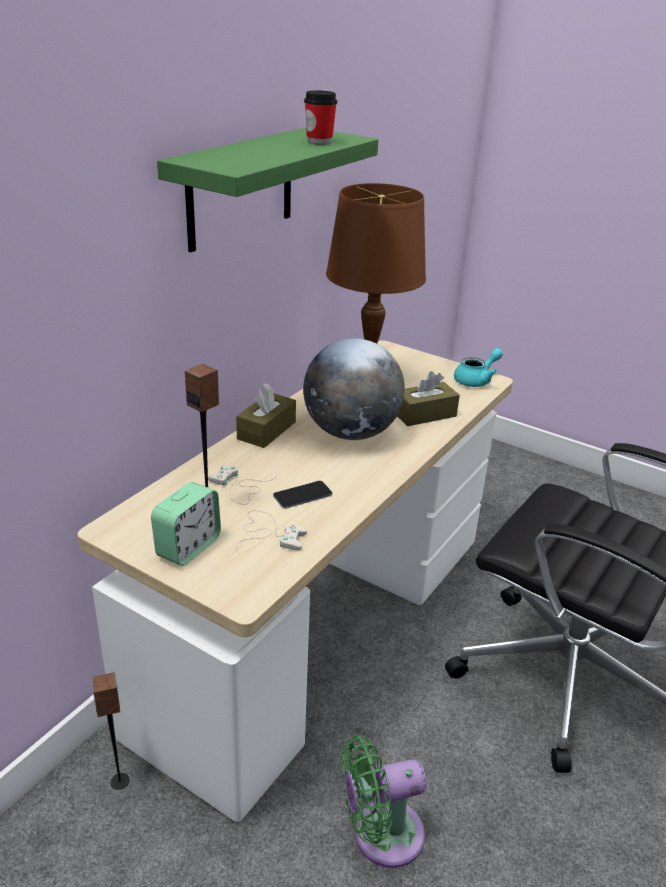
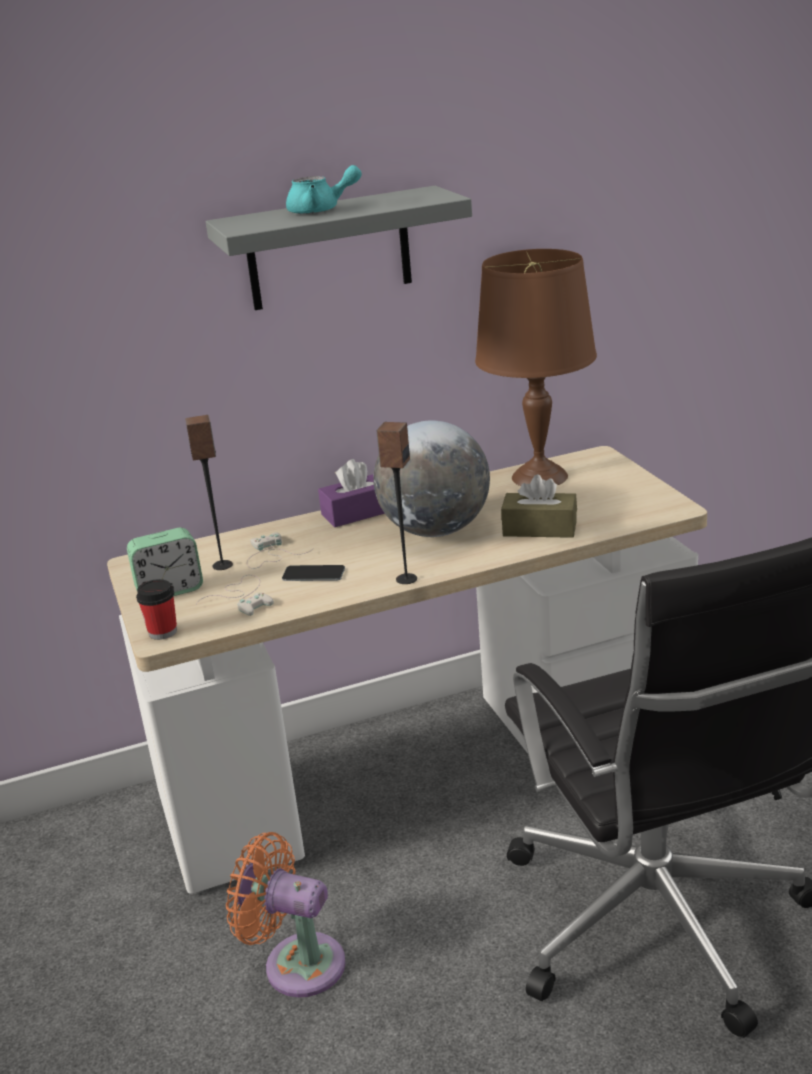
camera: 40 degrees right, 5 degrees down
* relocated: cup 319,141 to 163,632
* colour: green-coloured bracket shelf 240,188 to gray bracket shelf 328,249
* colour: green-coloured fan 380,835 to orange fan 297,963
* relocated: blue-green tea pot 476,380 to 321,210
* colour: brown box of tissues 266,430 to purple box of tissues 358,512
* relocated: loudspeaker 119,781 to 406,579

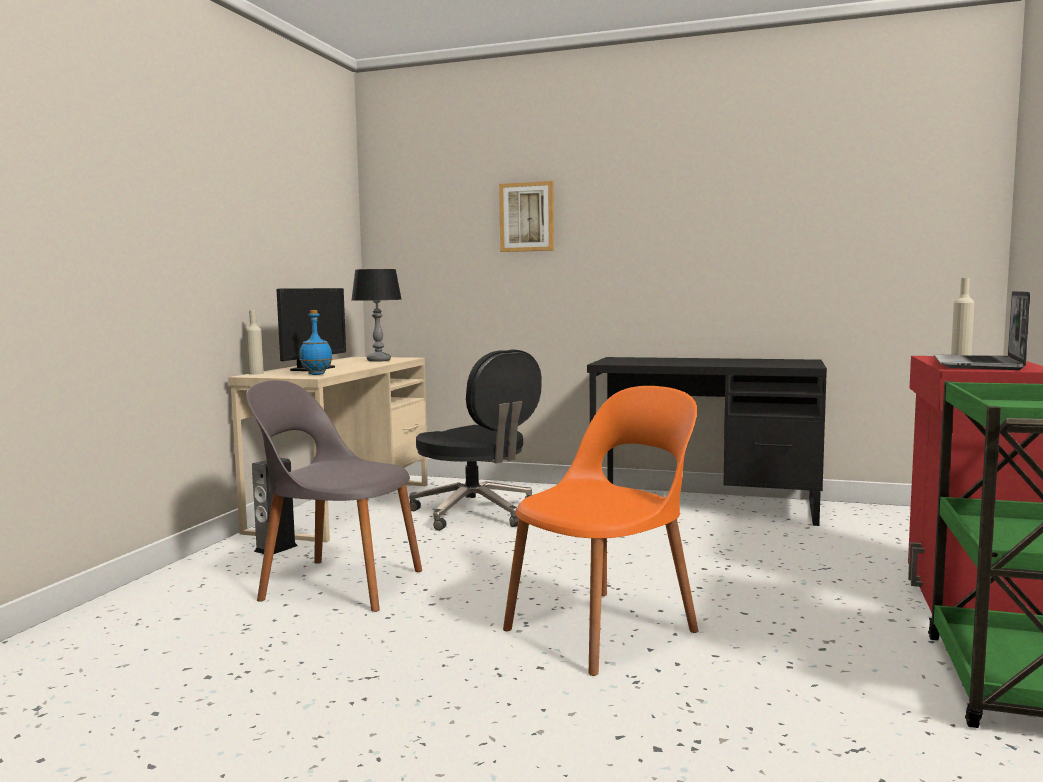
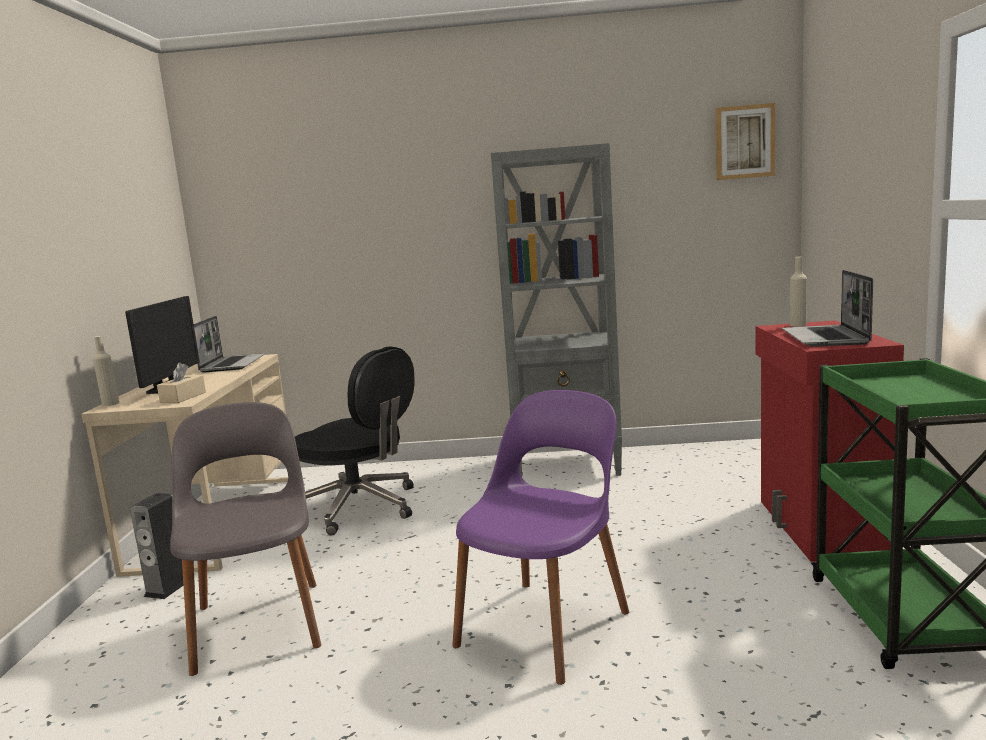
camera: 15 degrees left, 5 degrees up
* exchanged: blue bottle 316,374 to beige-coloured box of tissues 183,397
* spun: gray plain chair 339,584 = 259,623 75 degrees clockwise
* exchanged: lamp for a table 378,360 to portable computer 232,364
* colour: orange plain chair 604,629 to purple plain chair 546,626
* exchanged: blackish desk 704,505 to gray shelving unit 567,465
* relocated: wall picture 527,217 to 744,142

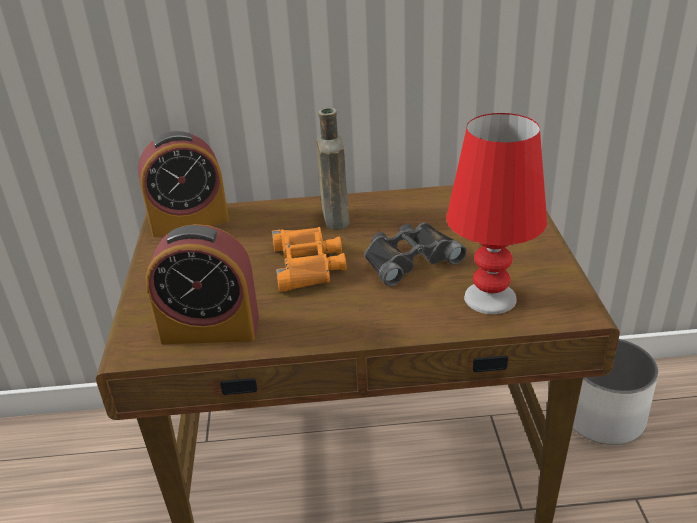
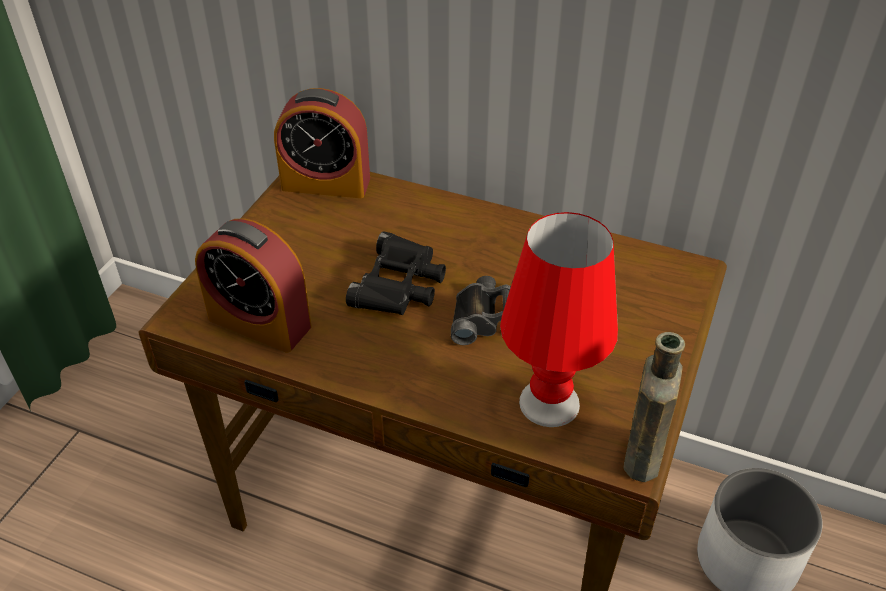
camera: 25 degrees right, 10 degrees up
* colour: orange pair of binoculars 308,265 to blackish pair of binoculars 400,284
* relocated: brown bottle 334,217 to 643,453

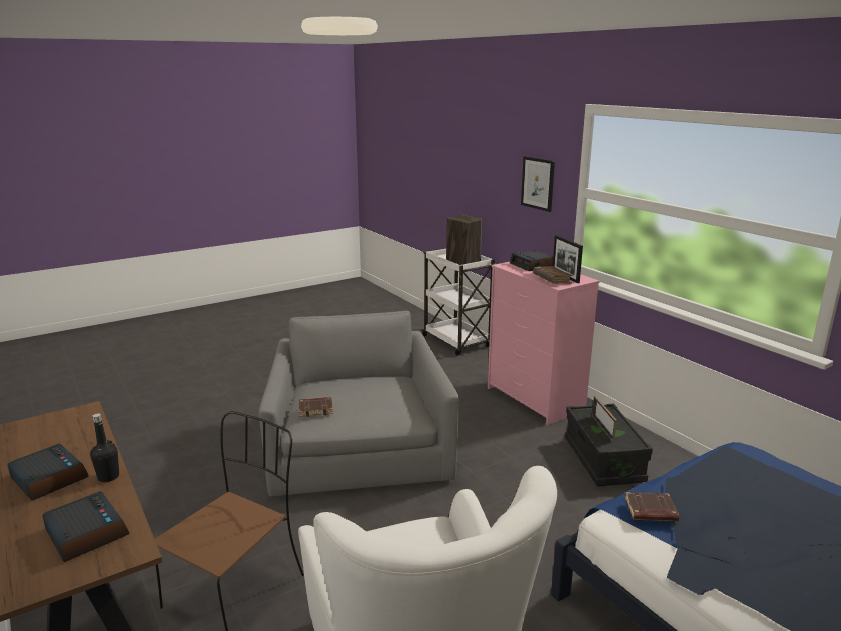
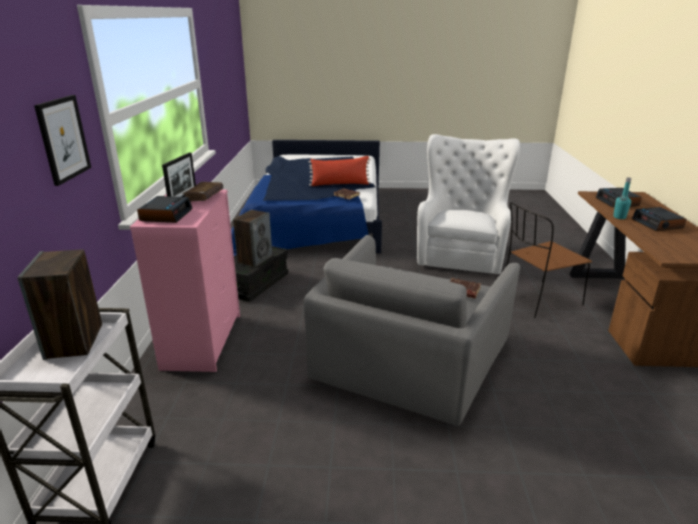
camera: 145 degrees left, 5 degrees up
* exchanged: picture frame 602,428 to loudspeaker 255,259
* appeared: reddish cushion 340,184
* colour: blackish bottle 108,477 to blue-green bottle 619,217

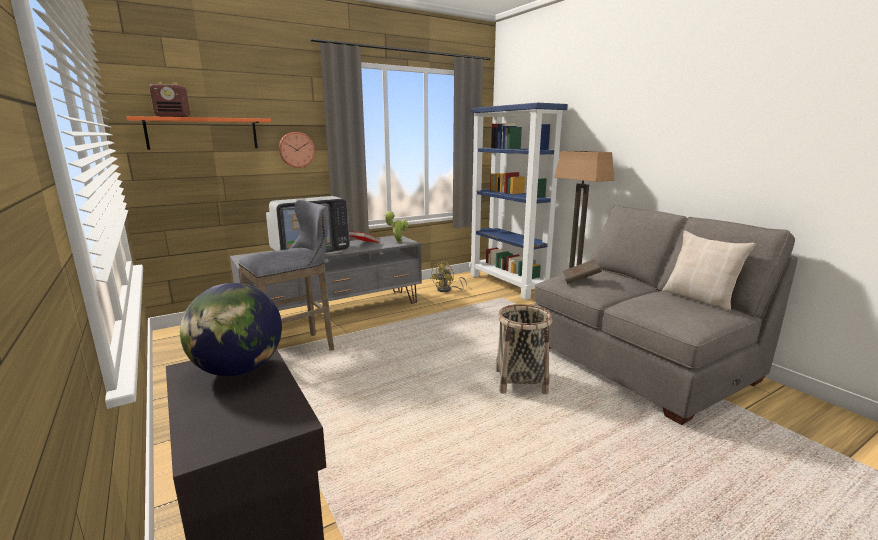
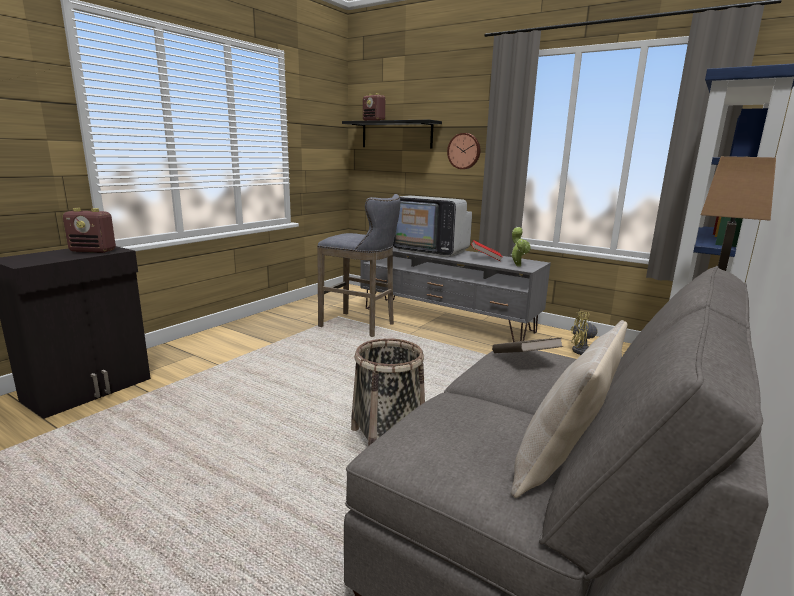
camera: 65 degrees right, 0 degrees up
* exchanged: world globe 239,370 to radio 93,251
* colour: orange bracket shelf 203,133 to blackish bracket shelf 396,134

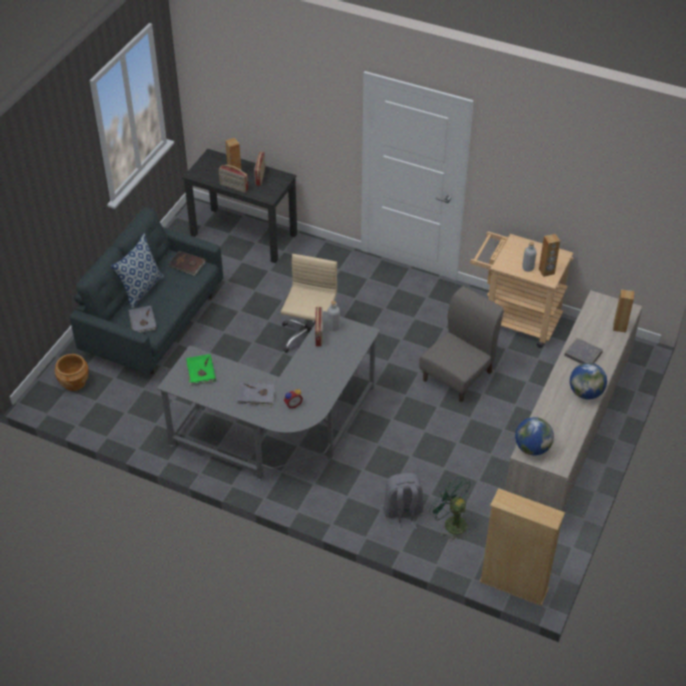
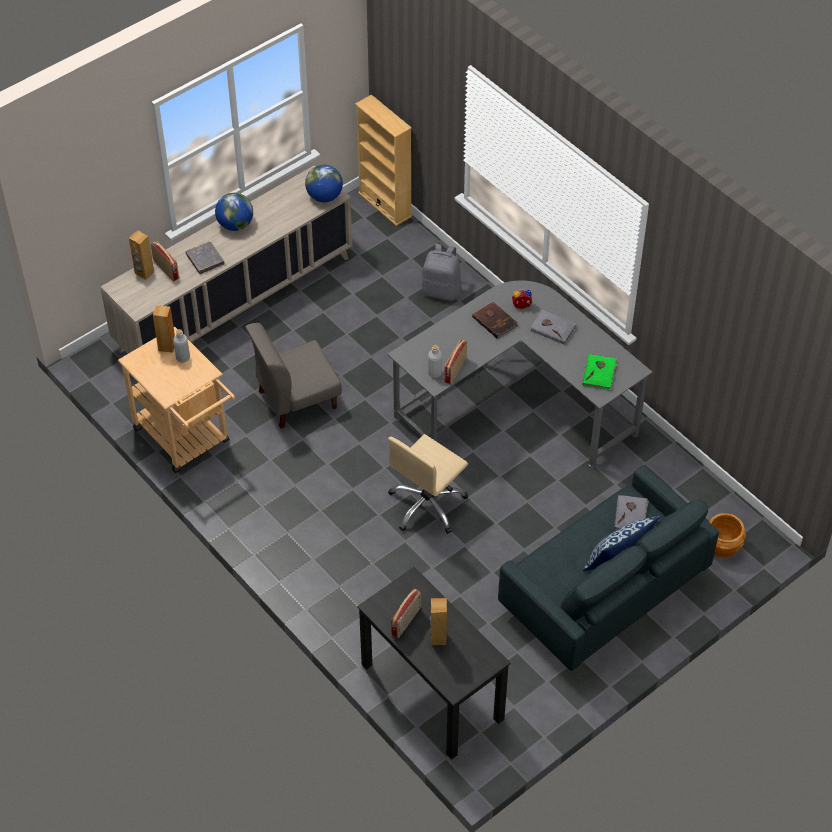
camera: 155 degrees left, 5 degrees up
* relocated: radio 233,187 to 166,269
* relocated: brown volume 187,264 to 495,320
* missing: green-coloured fan 450,523

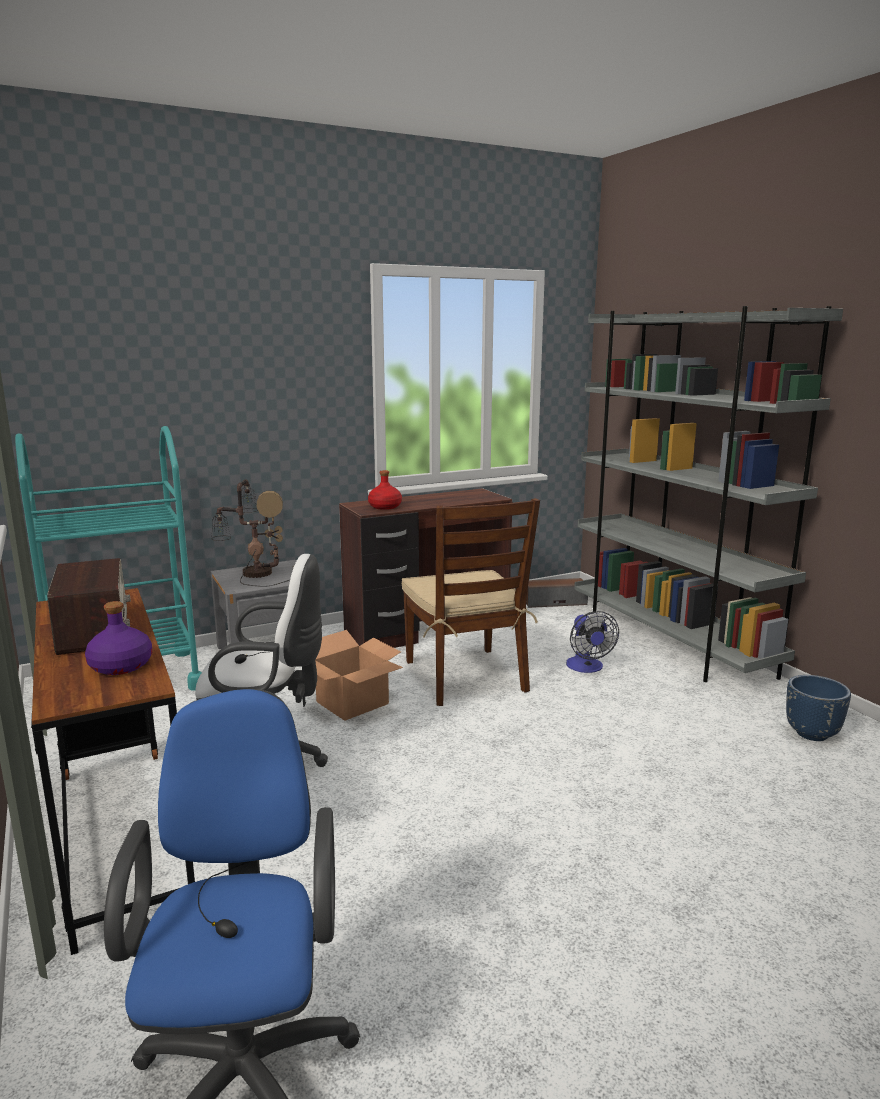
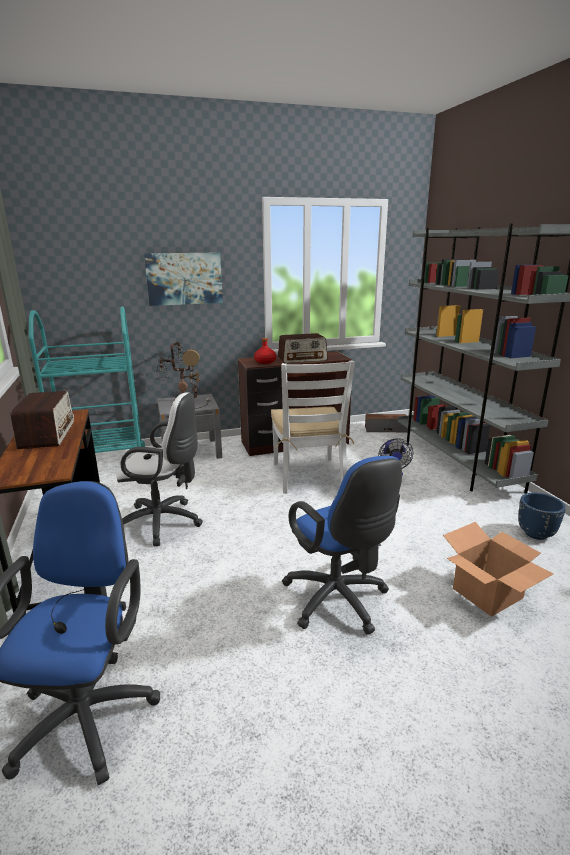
camera: 10 degrees right, 5 degrees up
* appeared: wall picture 184,278
* colour: brown plain chair 466,676 to whitish plain chair 308,475
* appeared: radio 302,359
* appeared: blue computer chair 339,602
* relocated: packing box 353,702 to 487,592
* missing: purple bottle 120,666

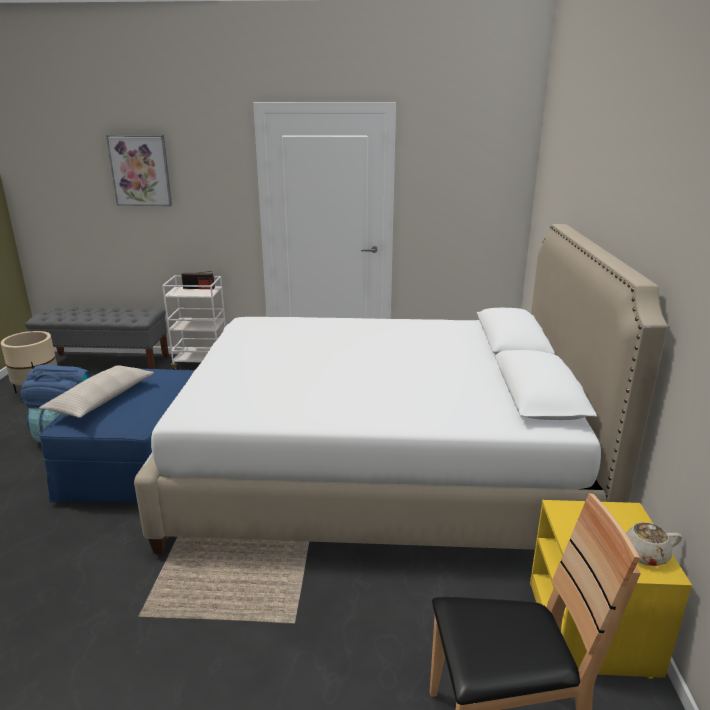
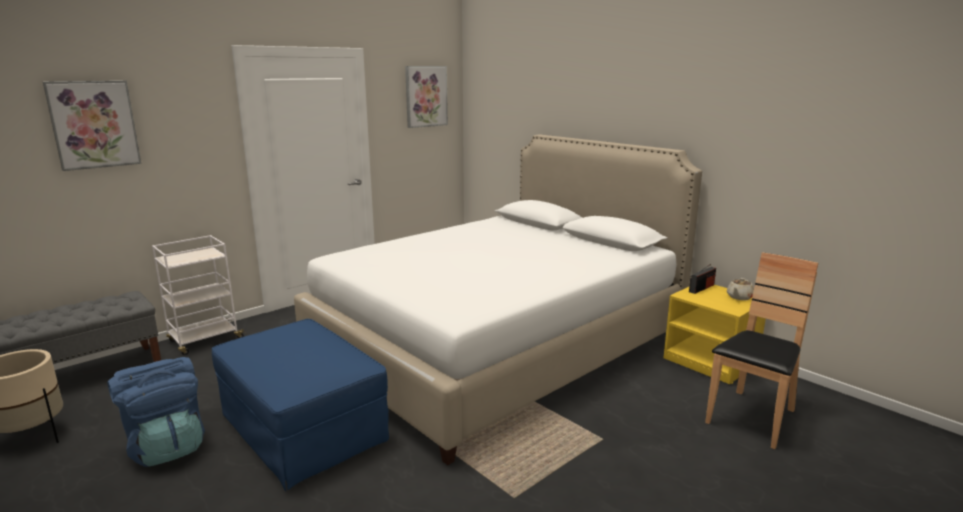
camera: 45 degrees left, 5 degrees down
* appeared: wall picture 426,96
* relocated: radio 199,288 to 701,288
* missing: beige-coloured cushion 102,400

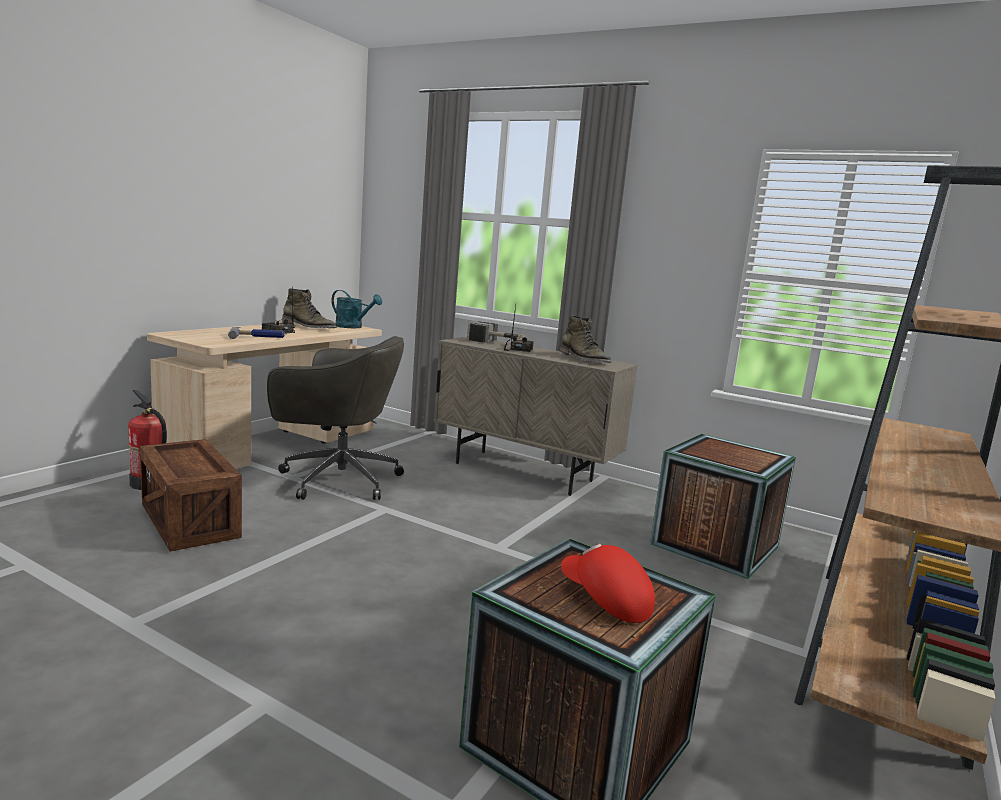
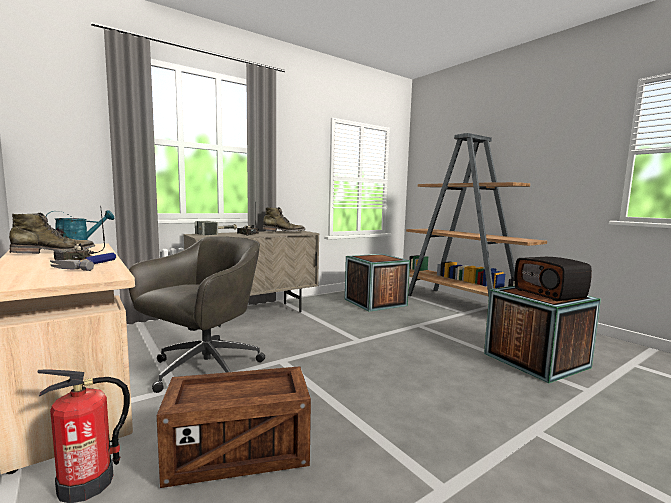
camera: 65 degrees left, 5 degrees down
* exchanged: reddish cap 605,601 to radio 550,293

